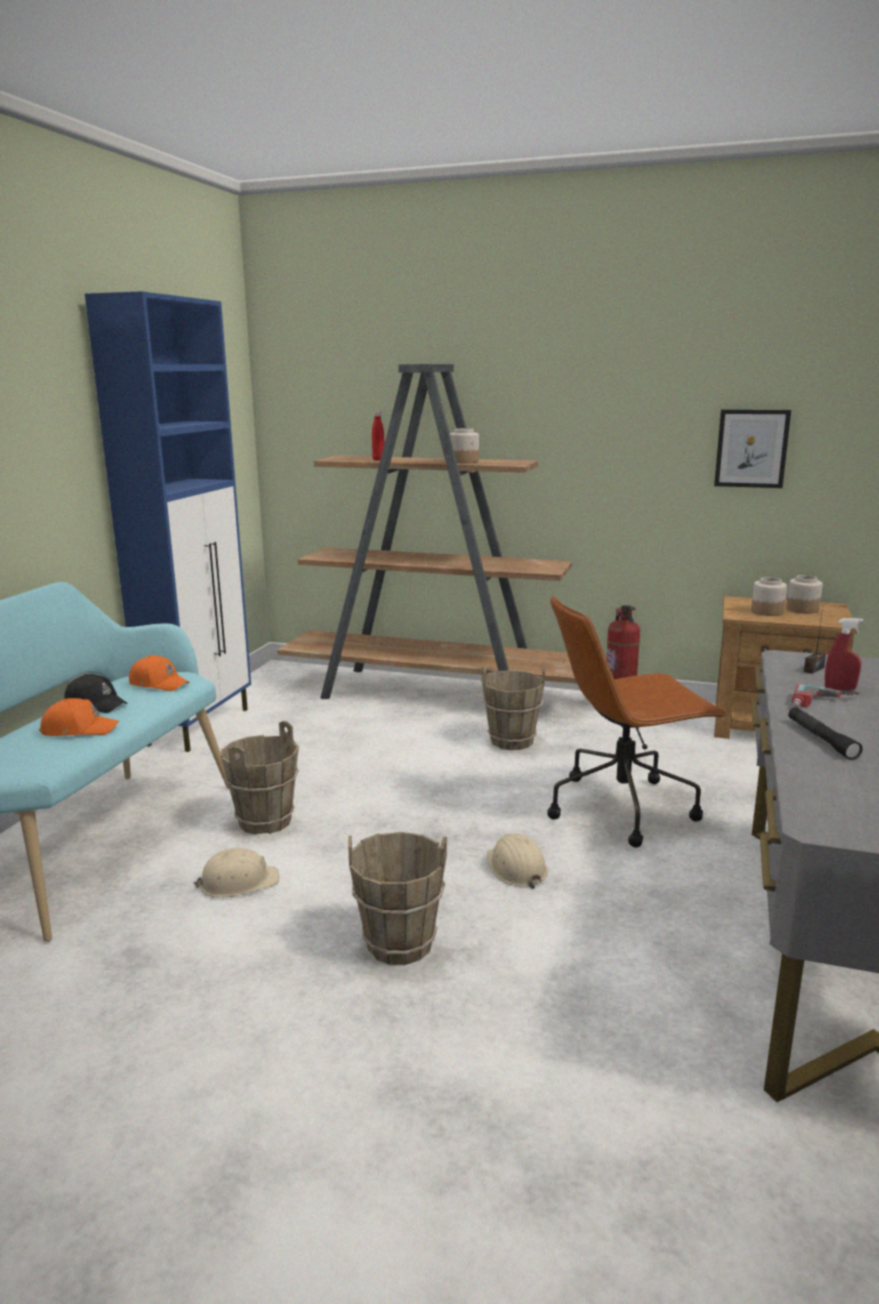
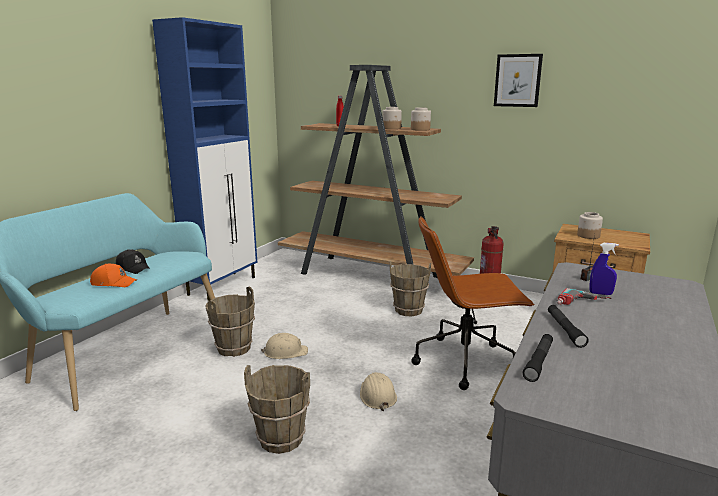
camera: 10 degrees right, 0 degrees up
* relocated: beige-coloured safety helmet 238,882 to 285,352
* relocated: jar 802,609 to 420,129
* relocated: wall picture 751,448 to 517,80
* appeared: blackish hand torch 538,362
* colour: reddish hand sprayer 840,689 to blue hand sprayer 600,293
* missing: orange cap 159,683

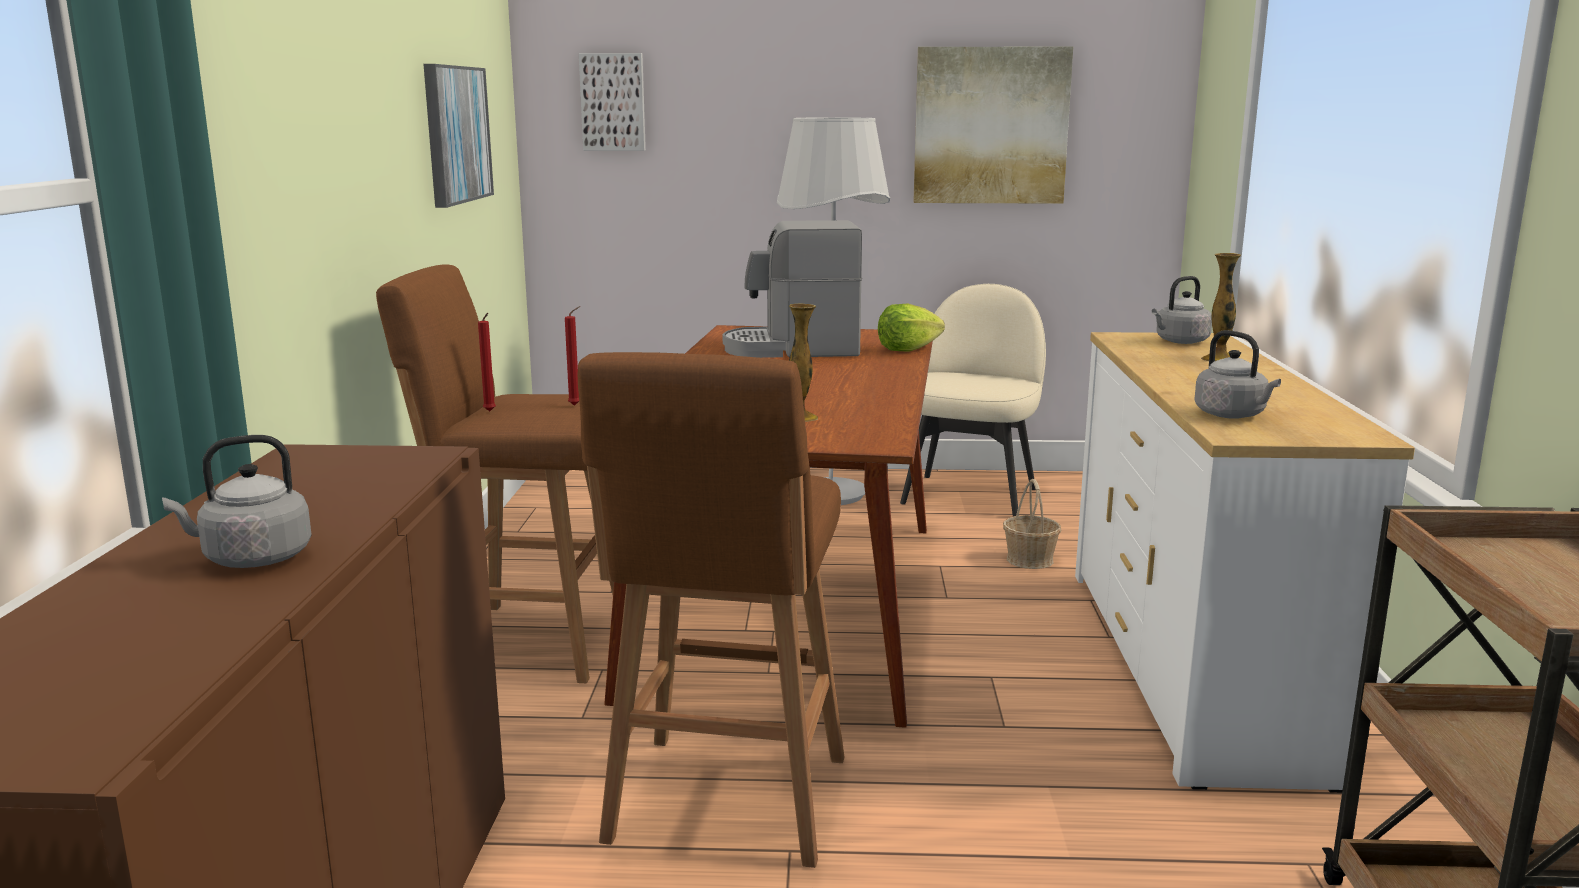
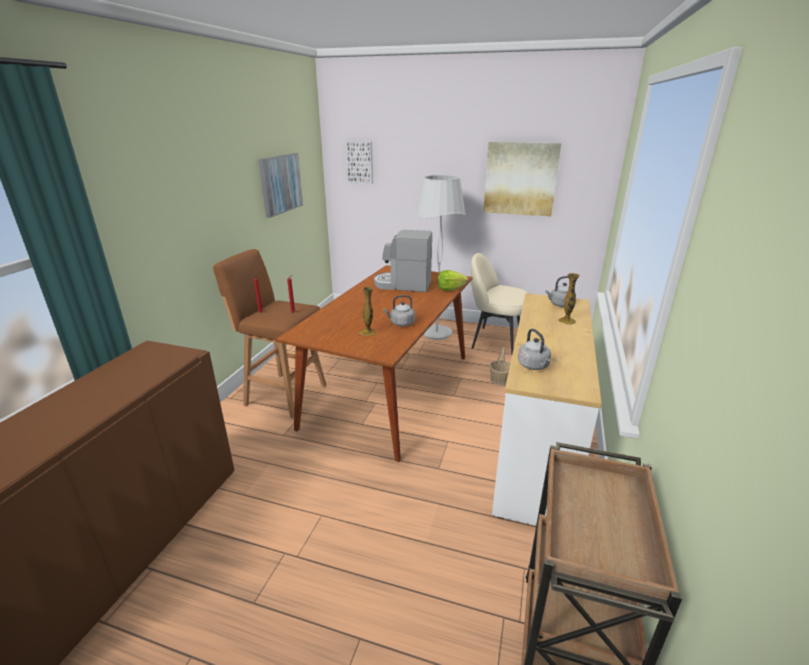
camera: 15 degrees right, 10 degrees up
* relocated: gray tea kettle 251,559 to 401,323
* spun: beige-coloured plain chair 970,495 = 495,340 105 degrees counterclockwise
* missing: brown sitting stool 726,804

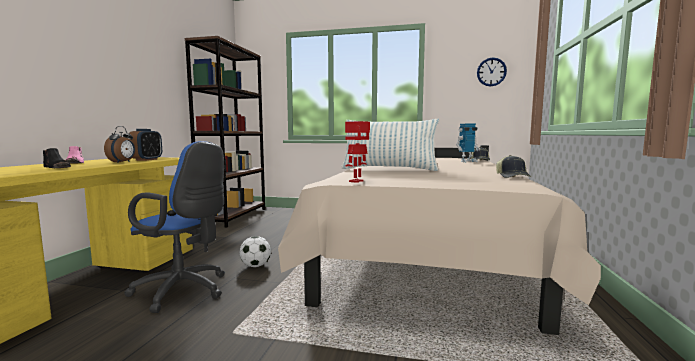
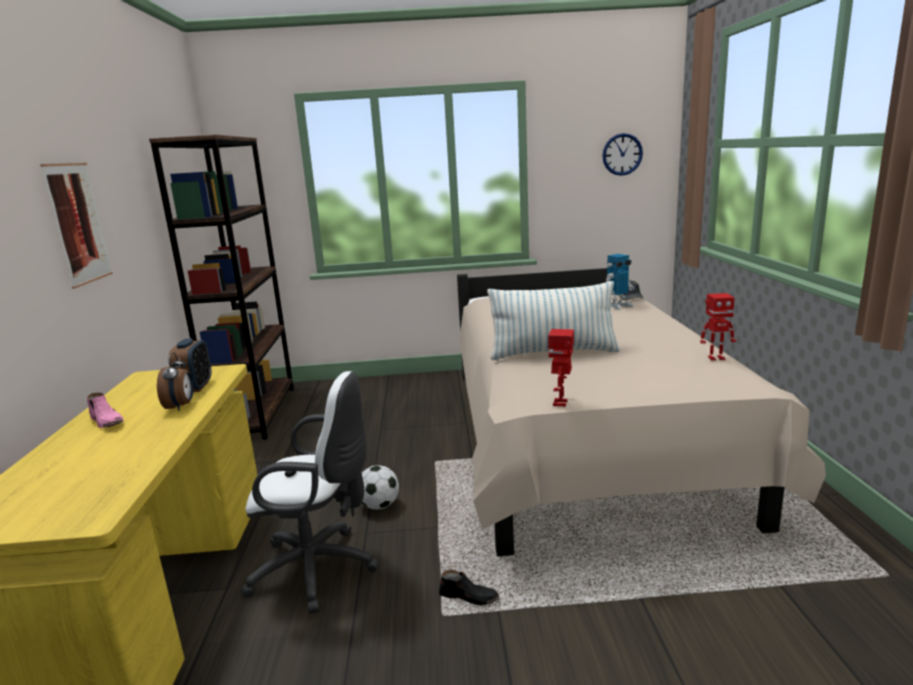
camera: 15 degrees left, 10 degrees up
* appeared: wall picture 78,223
* colour: blue computer chair 185,291 to whitish computer chair 320,569
* relocated: blackish low shoe 57,167 to 469,596
* exchanged: cap 513,176 to model robot 715,358

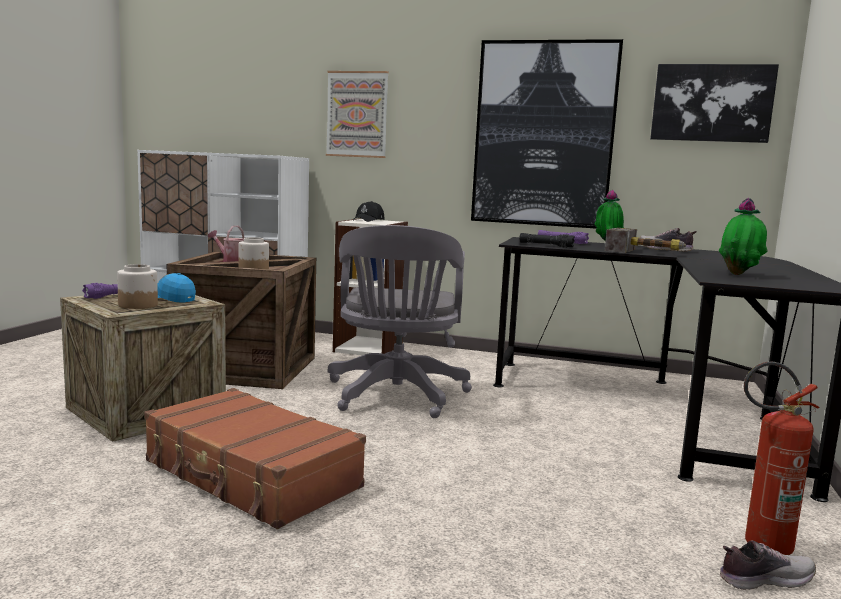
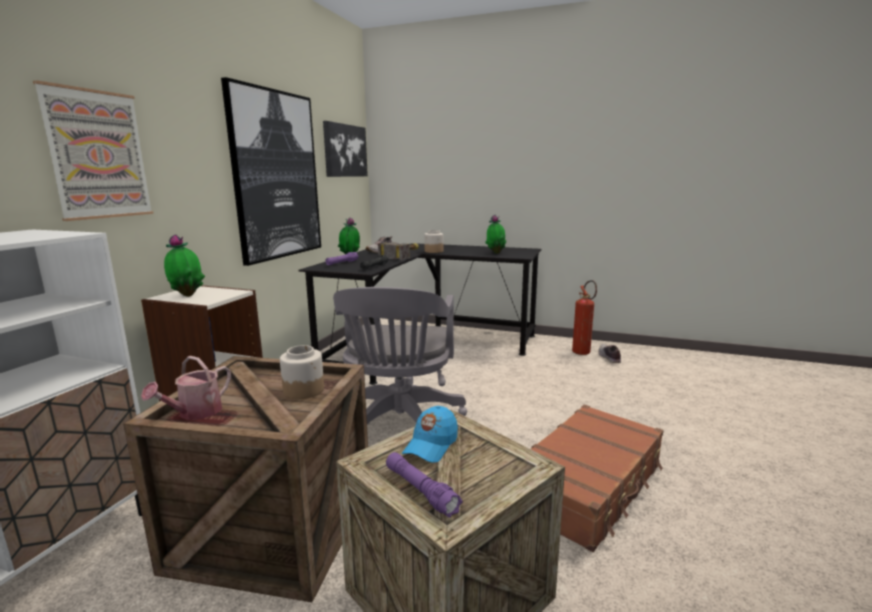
camera: 85 degrees left, 5 degrees up
* exchanged: blackish cap 369,220 to potted plant 187,295
* spun: gray computer chair 396,397 = 399,424 90 degrees clockwise
* relocated: jar 138,305 to 433,251

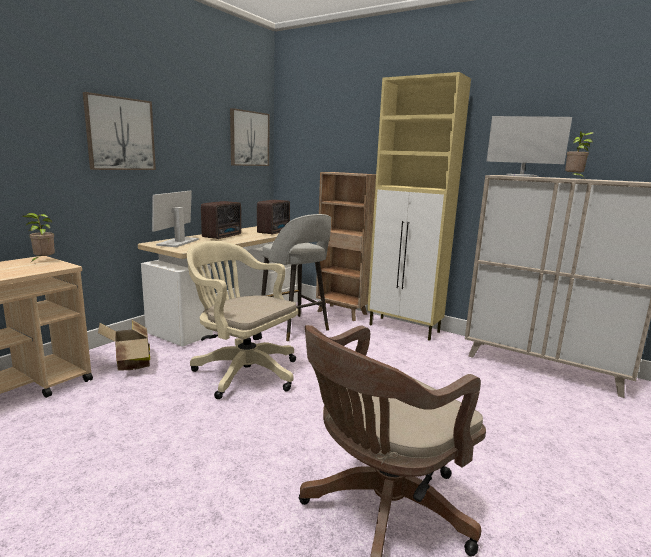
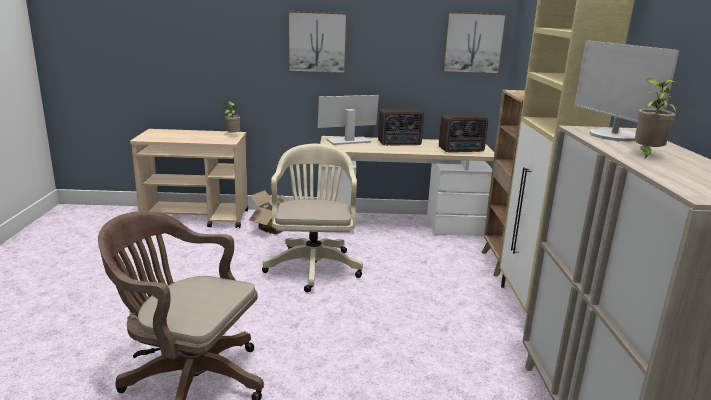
camera: 55 degrees right, 5 degrees up
* missing: gray sitting stool 295,328

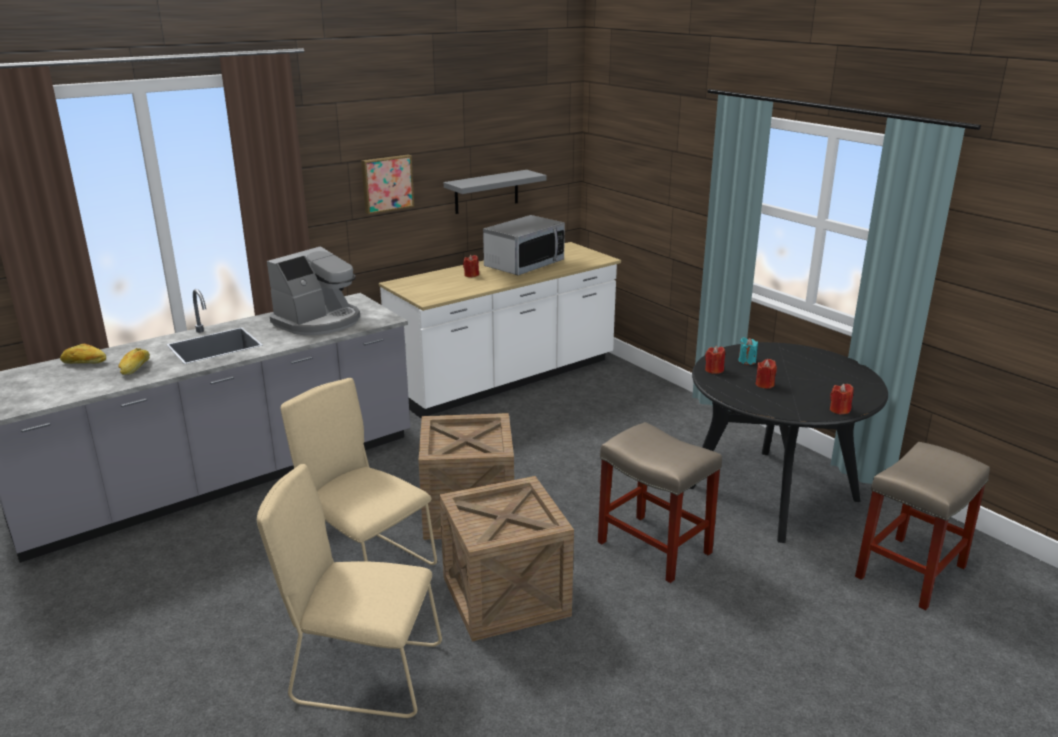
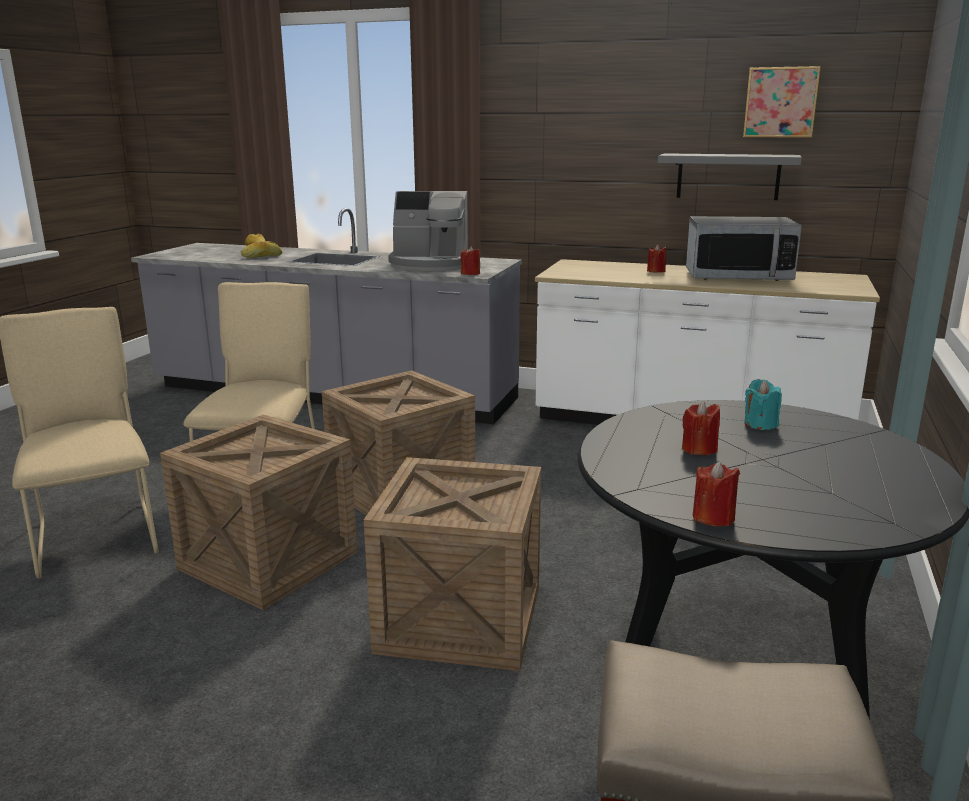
camera: 55 degrees right, 5 degrees down
* exchanged: beige-coloured sitting stool 652,547 to crate 460,618
* relocated: reddish candle 714,370 to 471,273
* relocated: wall picture 387,183 to 780,102

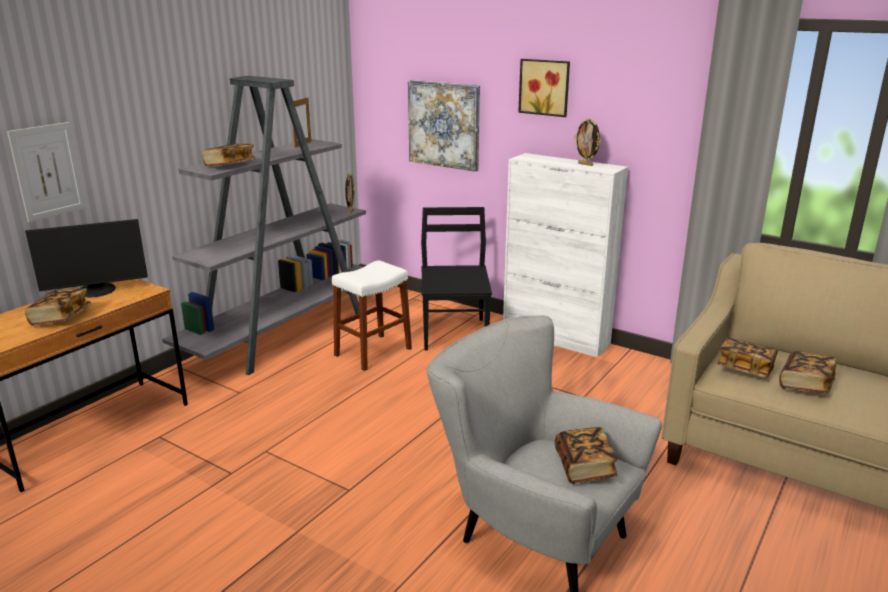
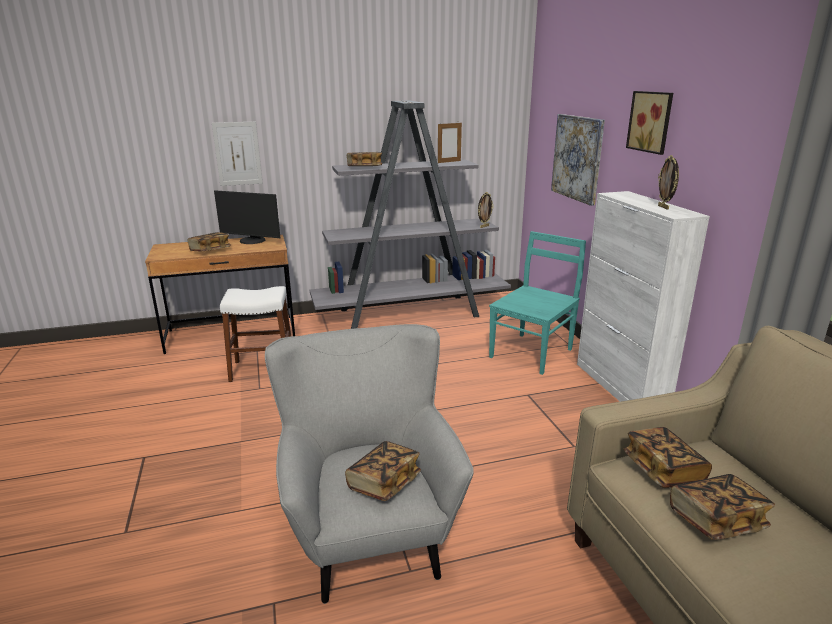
camera: 40 degrees right, 0 degrees up
* relocated: whitish sitting stool 373,352 to 262,369
* colour: blackish plain chair 455,333 to blue-green plain chair 532,352

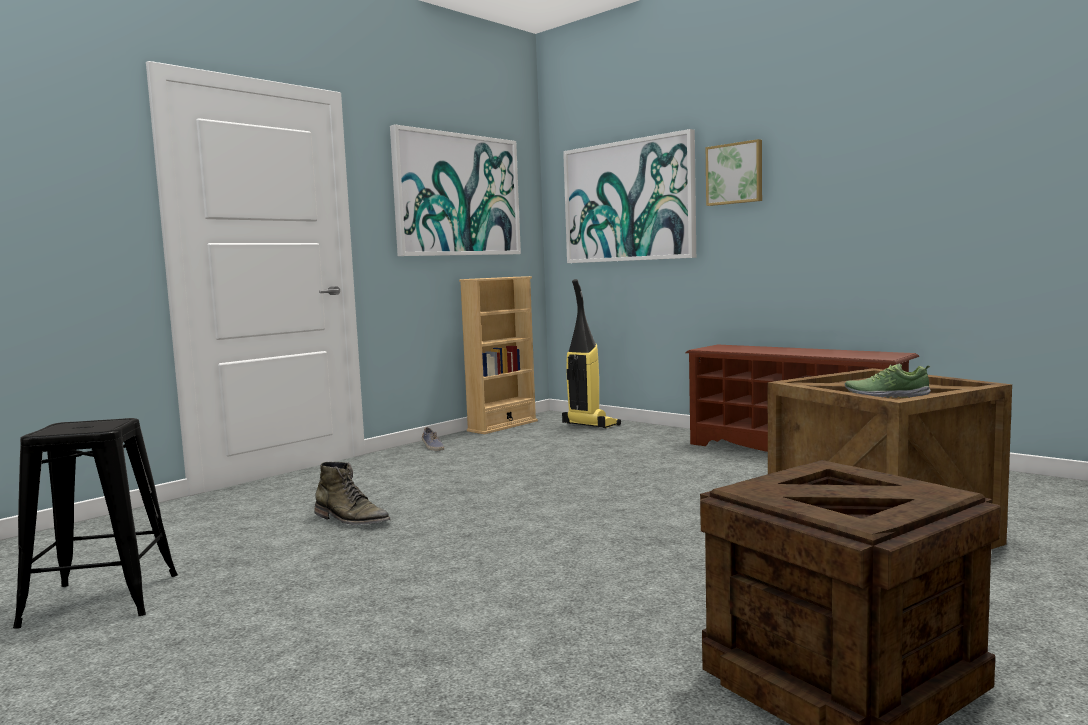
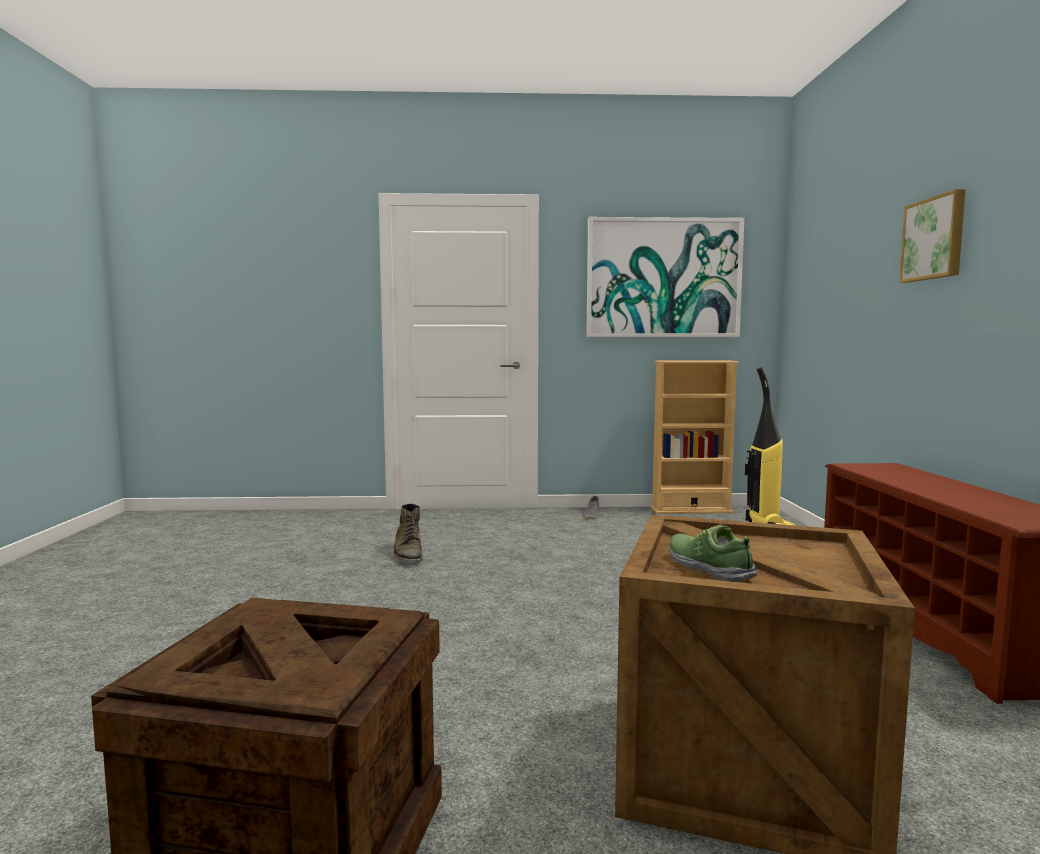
camera: 45 degrees right, 0 degrees up
* missing: blackish sitting stool 101,600
* missing: wall picture 628,201

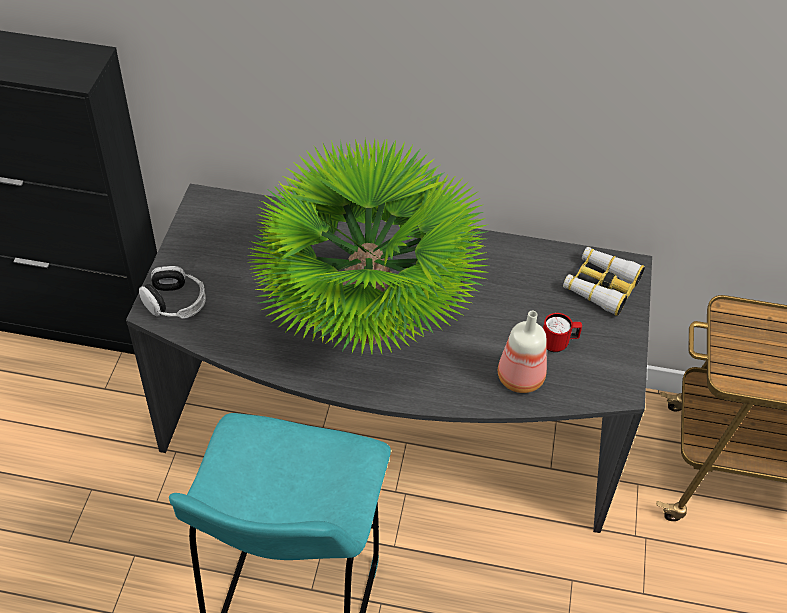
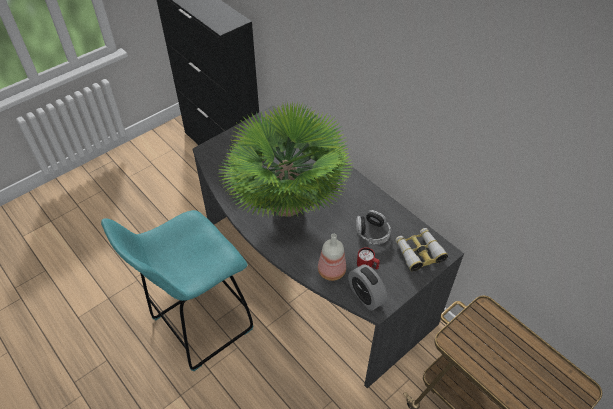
camera: 40 degrees right, 0 degrees up
* appeared: alarm clock 366,296
* relocated: headphones 175,302 to 372,232

